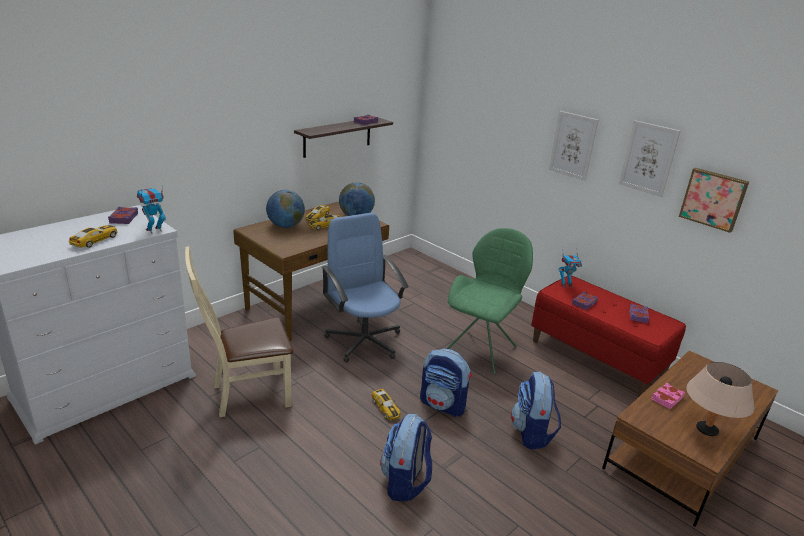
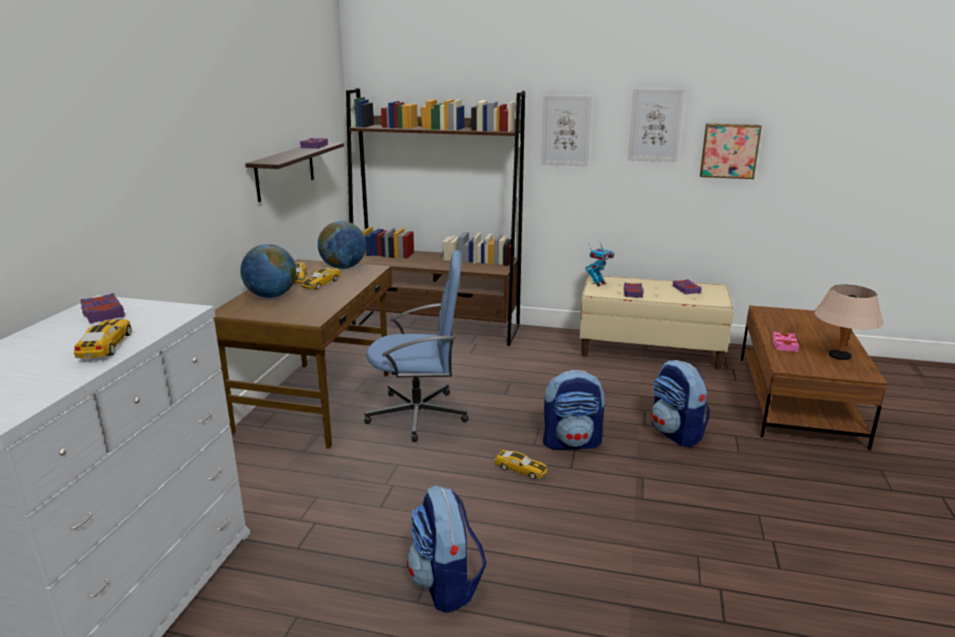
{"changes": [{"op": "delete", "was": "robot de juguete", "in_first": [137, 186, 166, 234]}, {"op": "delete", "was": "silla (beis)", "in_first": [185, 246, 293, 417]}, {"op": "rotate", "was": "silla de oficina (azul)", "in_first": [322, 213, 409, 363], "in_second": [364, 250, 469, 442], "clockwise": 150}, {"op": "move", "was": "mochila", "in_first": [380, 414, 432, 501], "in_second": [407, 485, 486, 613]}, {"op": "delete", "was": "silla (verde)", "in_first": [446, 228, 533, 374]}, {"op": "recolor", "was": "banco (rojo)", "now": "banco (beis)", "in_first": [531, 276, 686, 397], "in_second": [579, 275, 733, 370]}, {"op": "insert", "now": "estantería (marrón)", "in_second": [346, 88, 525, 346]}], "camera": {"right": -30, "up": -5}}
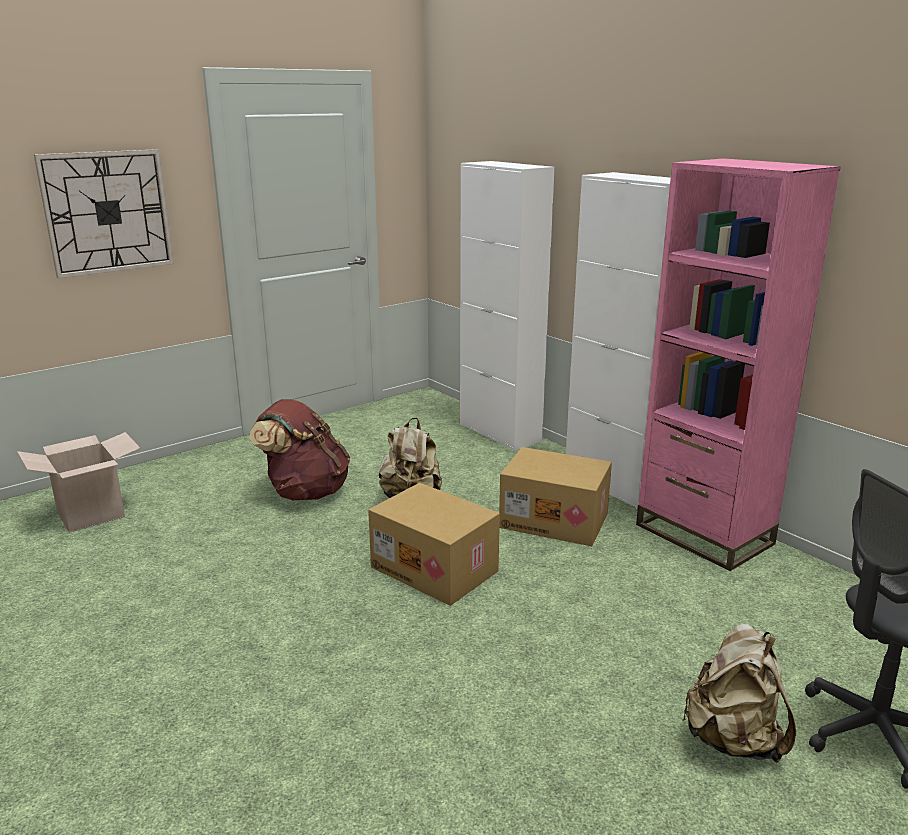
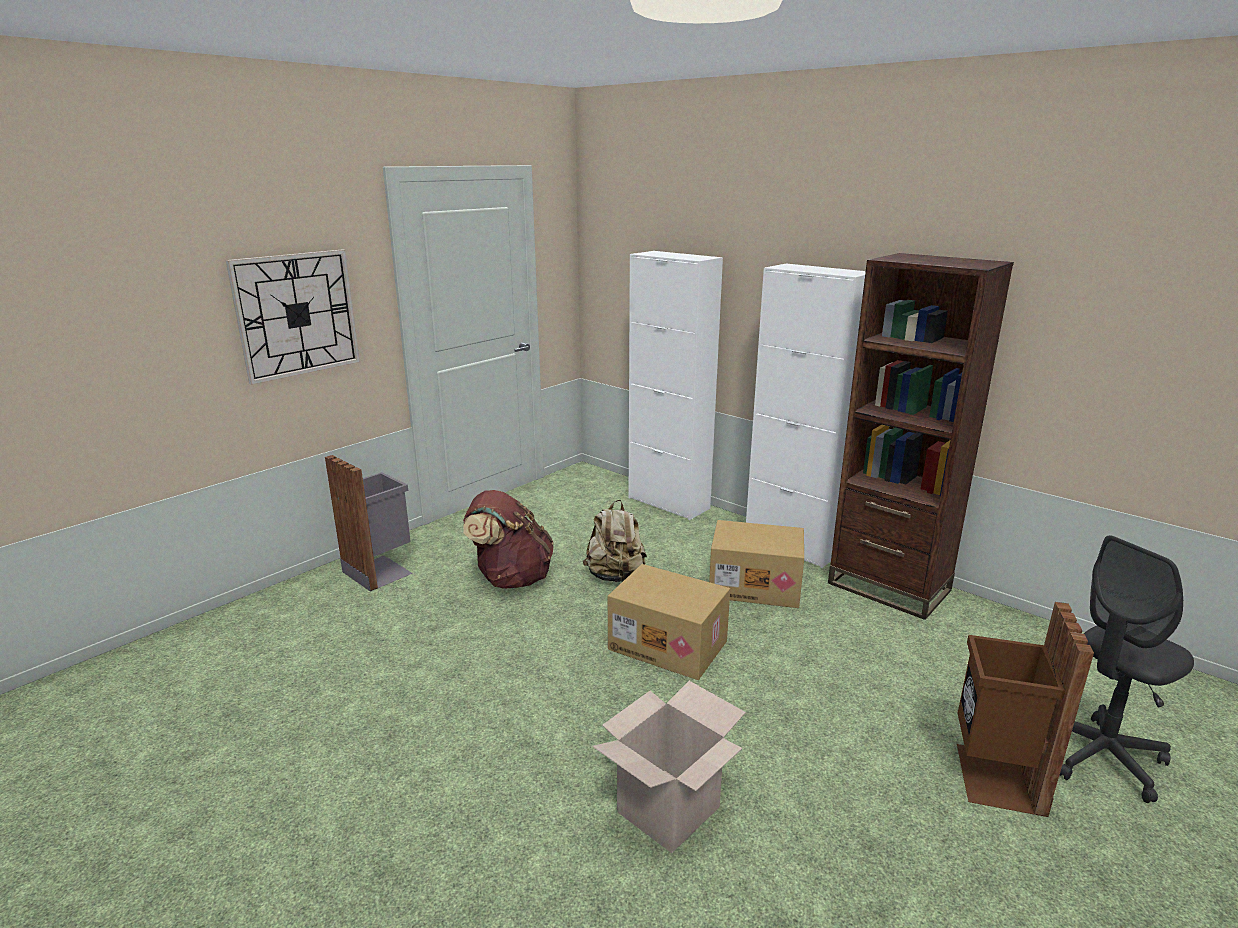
{"changes": [{"op": "move", "was": "caja de cartón", "in_first": [17, 432, 141, 533], "in_second": [592, 681, 746, 853]}, {"op": "recolor", "was": "estantería (rosa)", "now": "estantería (marrón)", "in_first": [636, 158, 841, 571], "in_second": [828, 253, 1014, 620]}, {"op": "replace", "was": "mochila (beis)", "now": "papelera (marrón)", "in_first": [682, 624, 796, 763], "in_second": [957, 602, 1094, 817]}, {"op": "insert", "now": "papelera (gris)", "in_second": [325, 455, 413, 592]}], "camera": {"right": -10, "up": 0}}
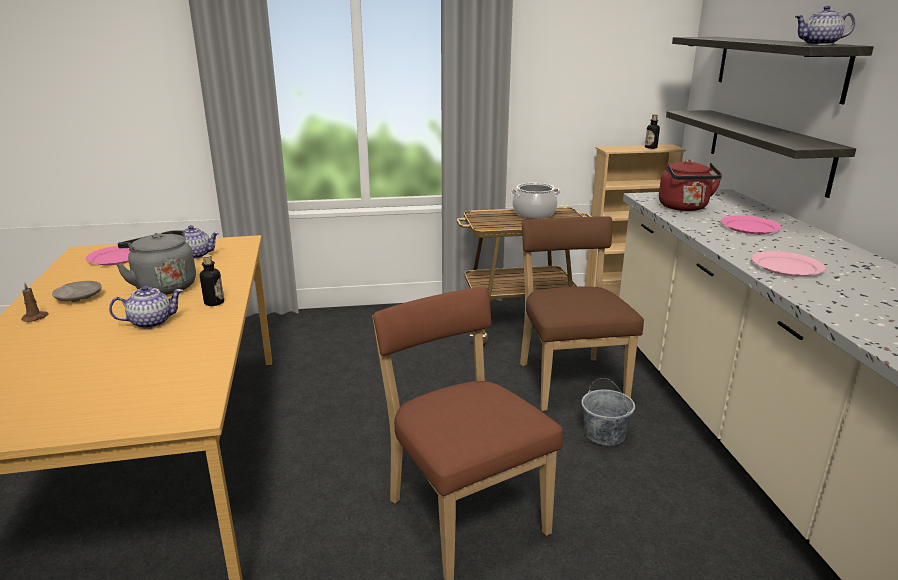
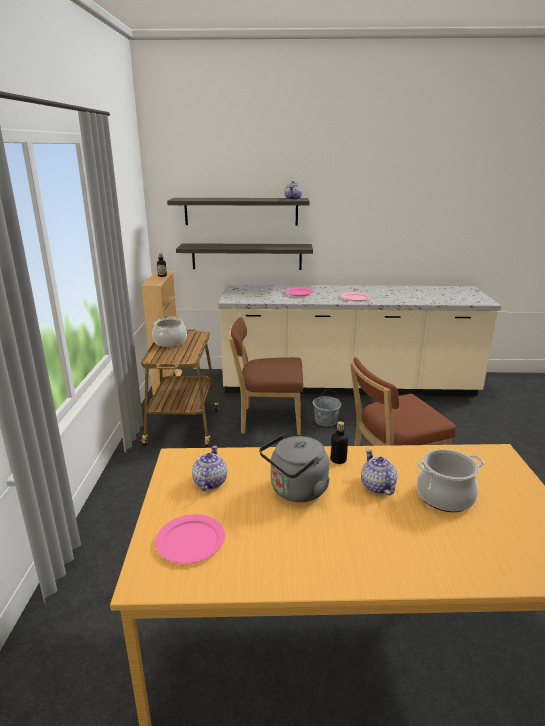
{"changes": [{"op": "delete", "was": "vela (marrón)", "in_first": [21, 282, 49, 322]}, {"op": "delete", "was": "plato (beis)", "in_first": [52, 281, 102, 302]}, {"op": "delete", "was": "hervidor (rojo)", "in_first": [659, 159, 722, 211]}, {"op": "insert", "now": "olla", "in_second": [416, 449, 485, 512]}], "camera": {"right": -80, "up": 0}}
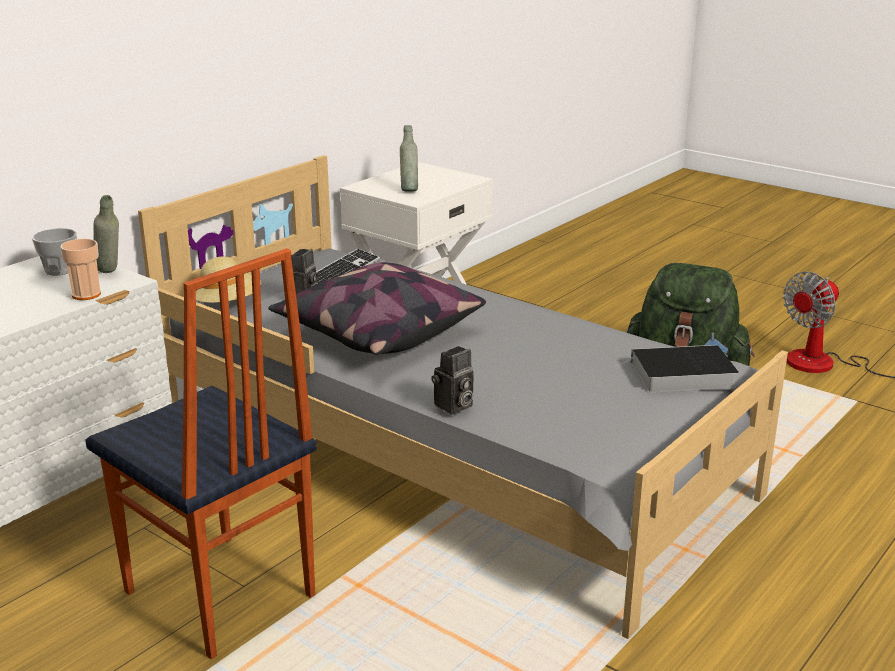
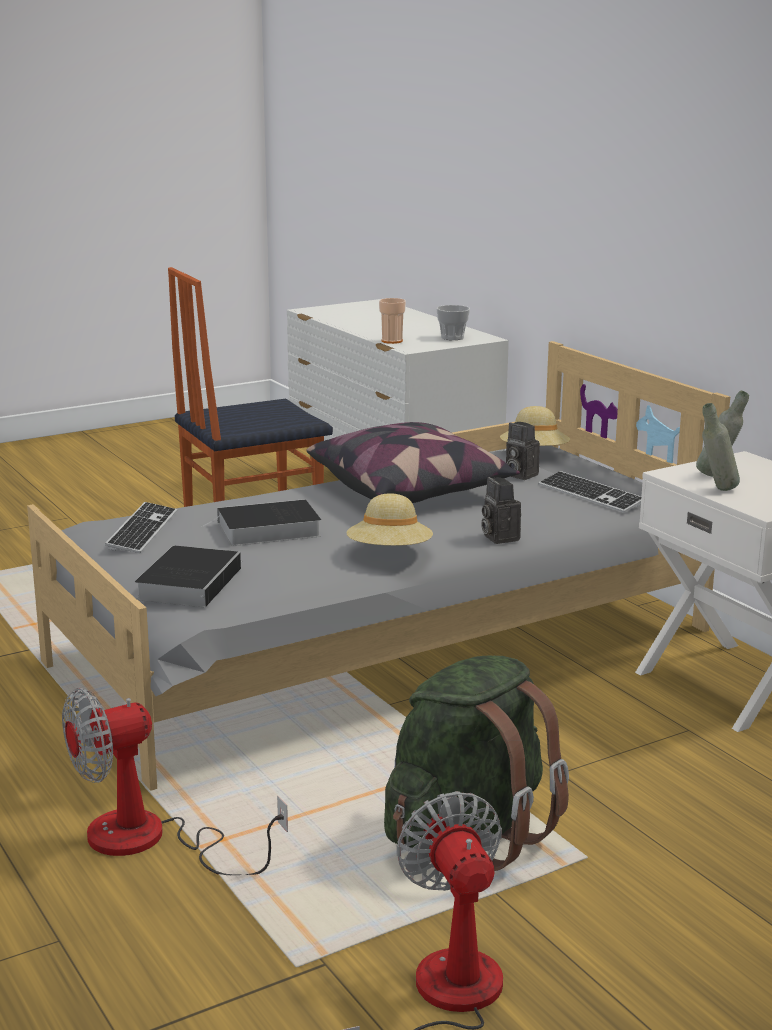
{"changes": [{"op": "move", "was": "botella (gris)", "in_first": [93, 195, 119, 273], "in_second": [702, 403, 740, 491]}, {"op": "move", "was": "cámara", "in_first": [431, 346, 474, 414], "in_second": [481, 477, 521, 544]}, {"op": "insert", "now": "ventilador", "in_second": [62, 688, 288, 875]}, {"op": "insert", "now": "teclado", "in_second": [105, 502, 177, 553]}, {"op": "insert", "now": "libro", "in_second": [202, 499, 321, 546]}, {"op": "insert", "now": "sombrero (beis)", "in_second": [347, 493, 433, 546]}], "camera": {"right": 110, "up": -5}}
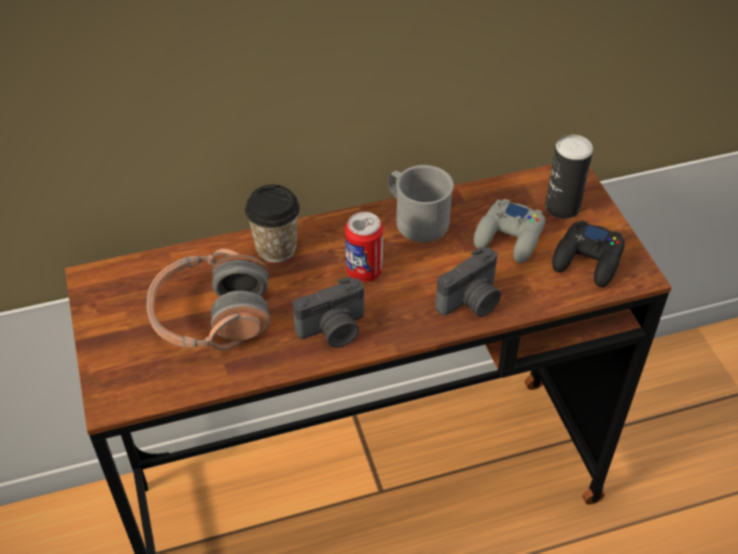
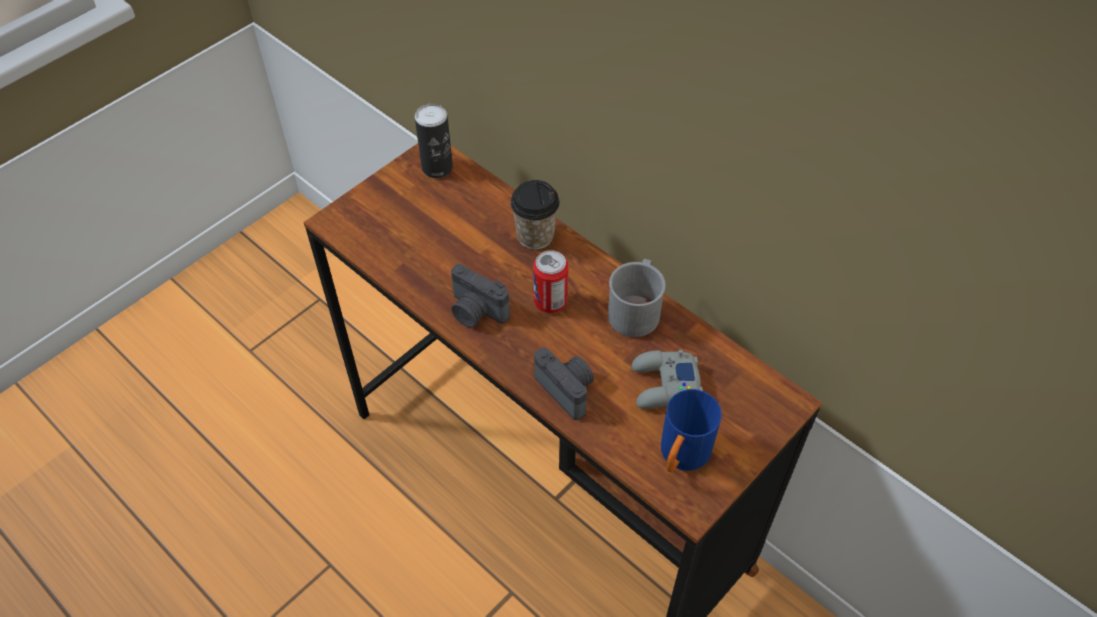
{"changes": [{"op": "delete", "was": "auriculares", "in_first": [146, 249, 270, 350]}, {"op": "rotate", "was": "cámara", "in_first": [435, 247, 501, 317], "in_second": [534, 347, 594, 420], "clockwise": -150}, {"op": "move", "was": "lata", "in_first": [545, 135, 593, 219], "in_second": [415, 104, 453, 178]}, {"op": "replace", "was": "mando de consola (negro)", "now": "taza grande (azul)", "in_first": [552, 220, 625, 287], "in_second": [661, 389, 722, 472]}], "camera": {"right": 60, "up": 5}}
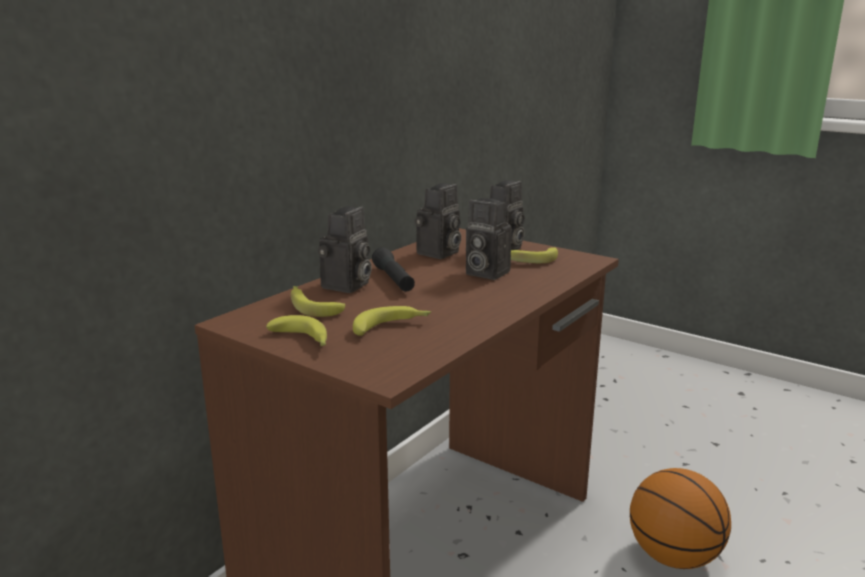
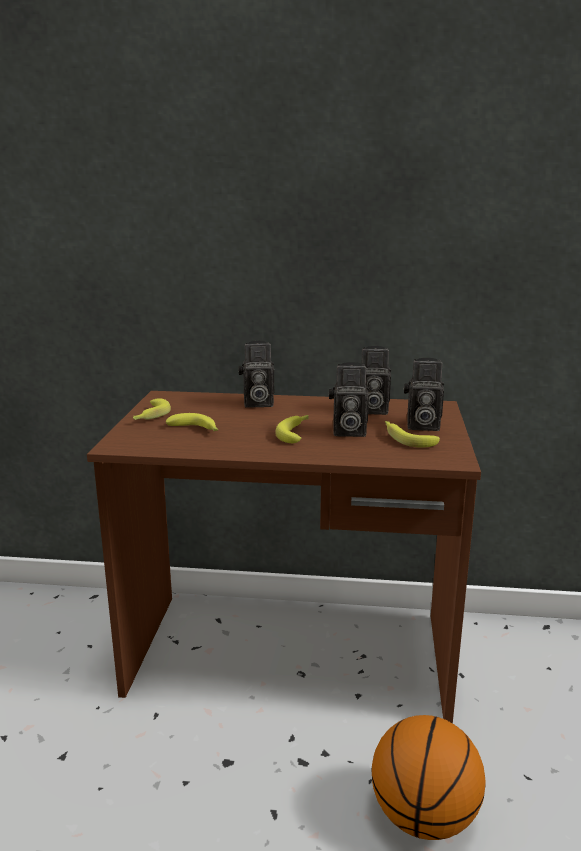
{"changes": [{"op": "move", "was": "plátano", "in_first": [291, 286, 345, 317], "in_second": [275, 415, 308, 443]}, {"op": "delete", "was": "linterna (negro)", "in_first": [372, 247, 415, 292]}, {"op": "rotate", "was": "cámara", "in_first": [466, 198, 512, 280], "in_second": [328, 362, 369, 437], "clockwise": -90}], "camera": {"right": 60, "up": 0}}
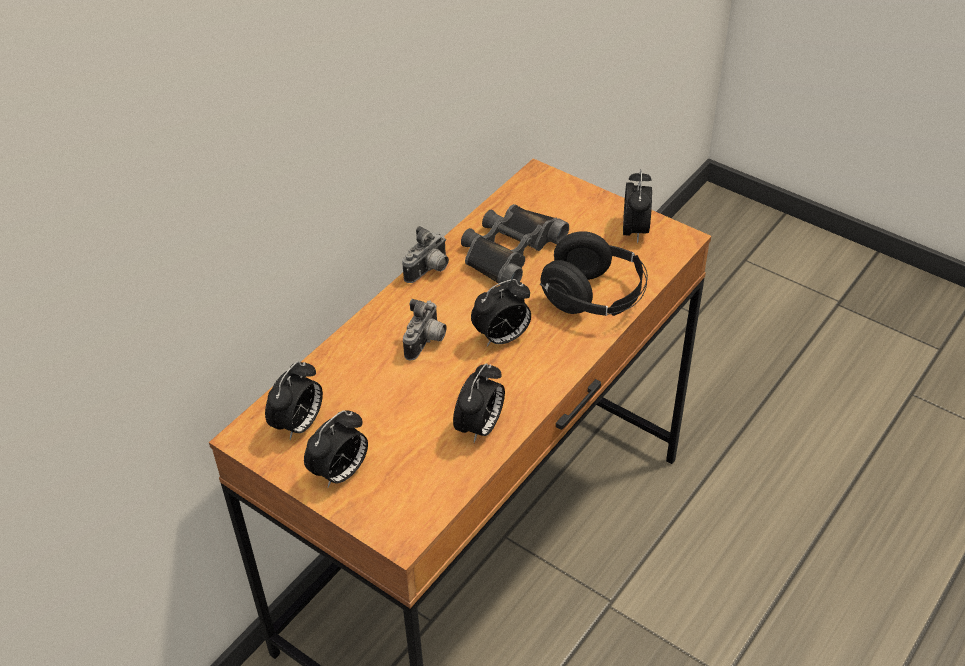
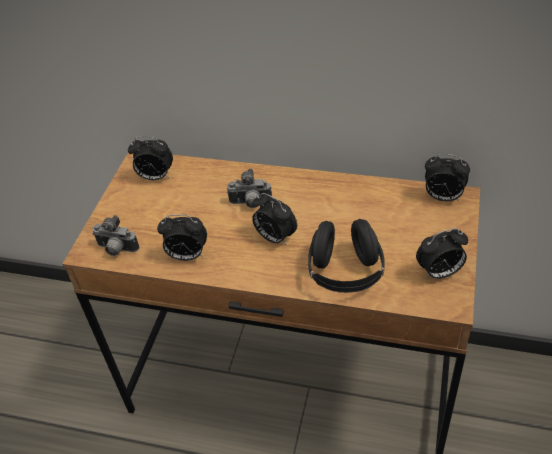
{"changes": [{"op": "move", "was": "despertador", "in_first": [304, 410, 368, 488], "in_second": [425, 154, 470, 201]}, {"op": "move", "was": "cámara", "in_first": [402, 226, 449, 283], "in_second": [92, 215, 139, 256]}, {"op": "delete", "was": "prismáticos (negro)", "in_first": [461, 204, 569, 286]}], "camera": {"right": 70, "up": 0}}
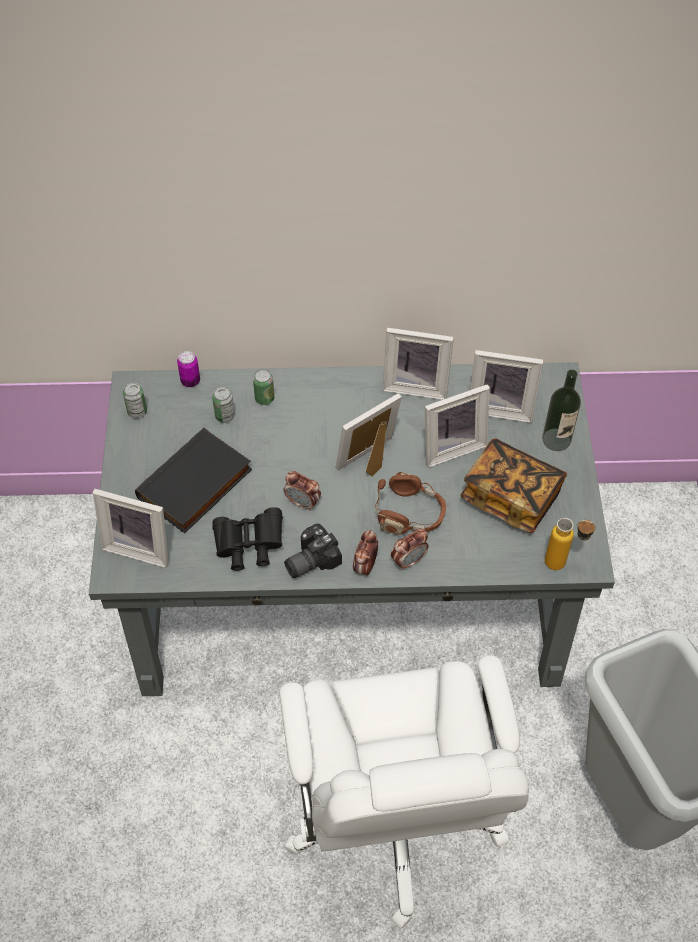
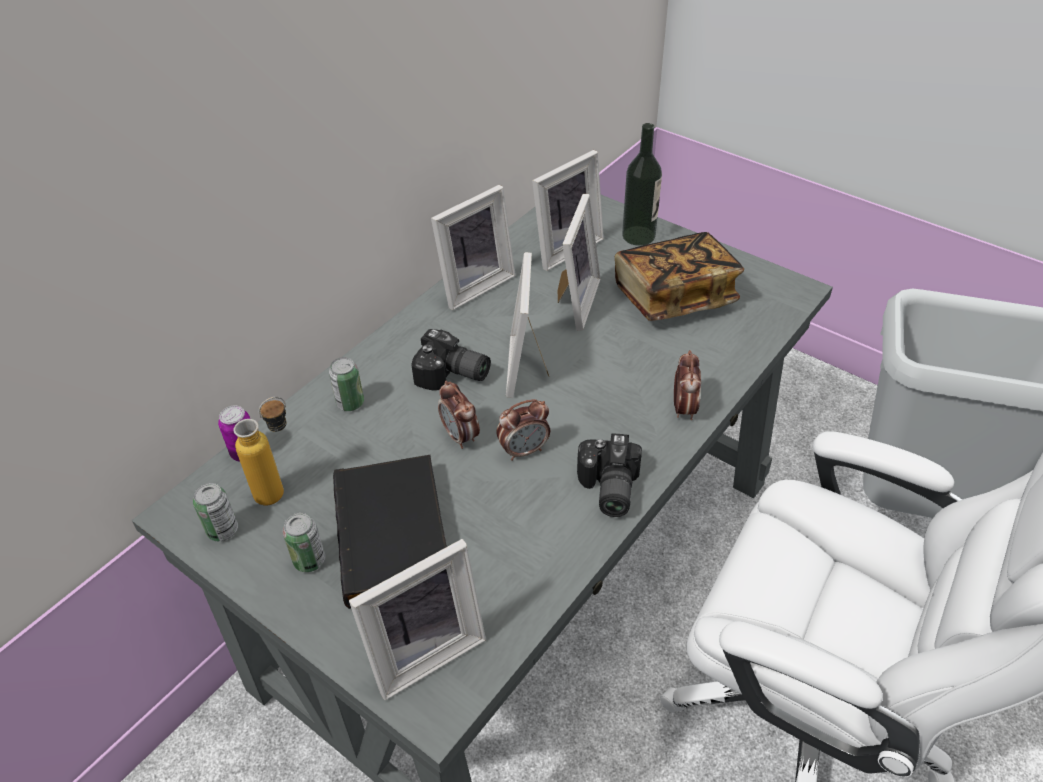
{"changes": [{"op": "move", "was": "lata", "in_first": [212, 387, 235, 423], "in_second": [283, 513, 325, 572]}, {"op": "delete", "was": "prismáticos (negro)", "in_first": [212, 507, 283, 571]}, {"op": "move", "was": "despertador", "in_first": [353, 530, 378, 576], "in_second": [438, 381, 480, 449]}, {"op": "delete", "was": "auriculares (marrón)", "in_first": [375, 472, 446, 535]}, {"op": "move", "was": "botella", "in_first": [545, 518, 596, 570], "in_second": [233, 397, 287, 505]}, {"op": "insert", "now": "cámara", "in_second": [411, 329, 491, 391]}], "camera": {"right": -50, "up": -10}}
